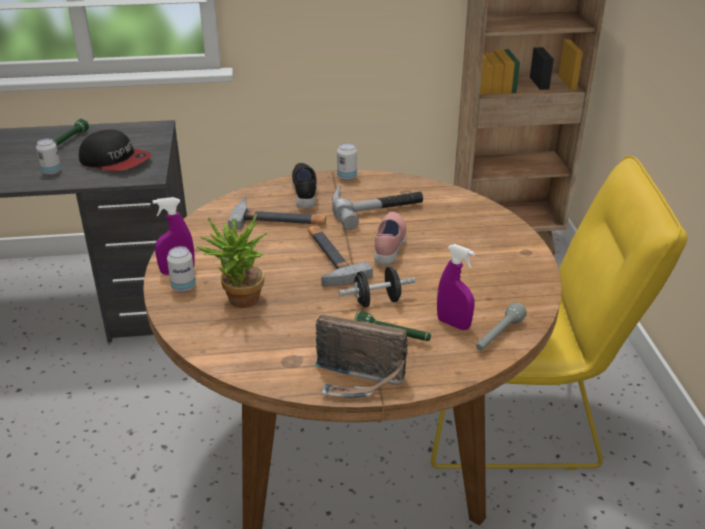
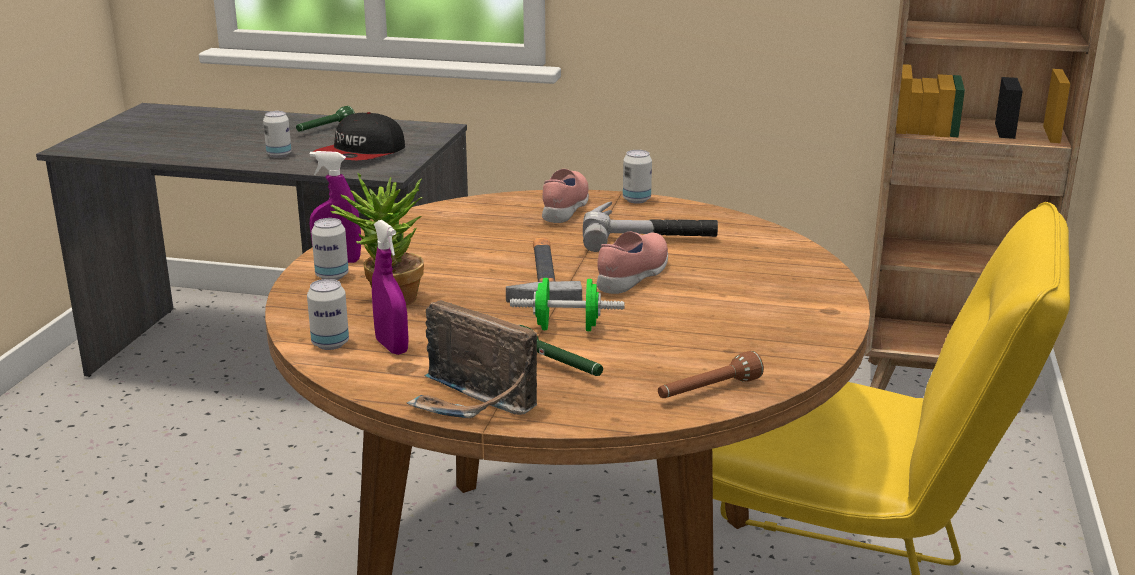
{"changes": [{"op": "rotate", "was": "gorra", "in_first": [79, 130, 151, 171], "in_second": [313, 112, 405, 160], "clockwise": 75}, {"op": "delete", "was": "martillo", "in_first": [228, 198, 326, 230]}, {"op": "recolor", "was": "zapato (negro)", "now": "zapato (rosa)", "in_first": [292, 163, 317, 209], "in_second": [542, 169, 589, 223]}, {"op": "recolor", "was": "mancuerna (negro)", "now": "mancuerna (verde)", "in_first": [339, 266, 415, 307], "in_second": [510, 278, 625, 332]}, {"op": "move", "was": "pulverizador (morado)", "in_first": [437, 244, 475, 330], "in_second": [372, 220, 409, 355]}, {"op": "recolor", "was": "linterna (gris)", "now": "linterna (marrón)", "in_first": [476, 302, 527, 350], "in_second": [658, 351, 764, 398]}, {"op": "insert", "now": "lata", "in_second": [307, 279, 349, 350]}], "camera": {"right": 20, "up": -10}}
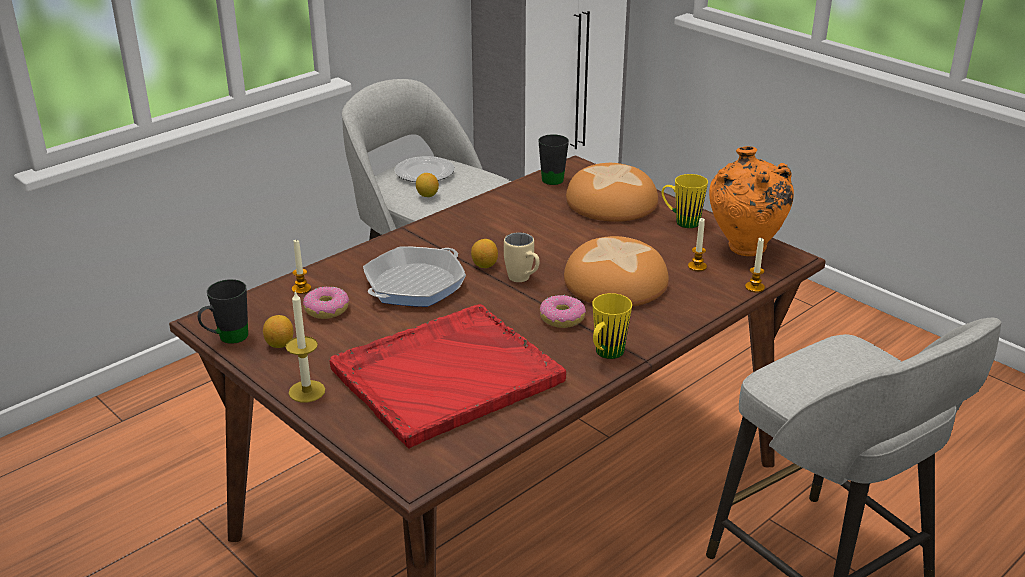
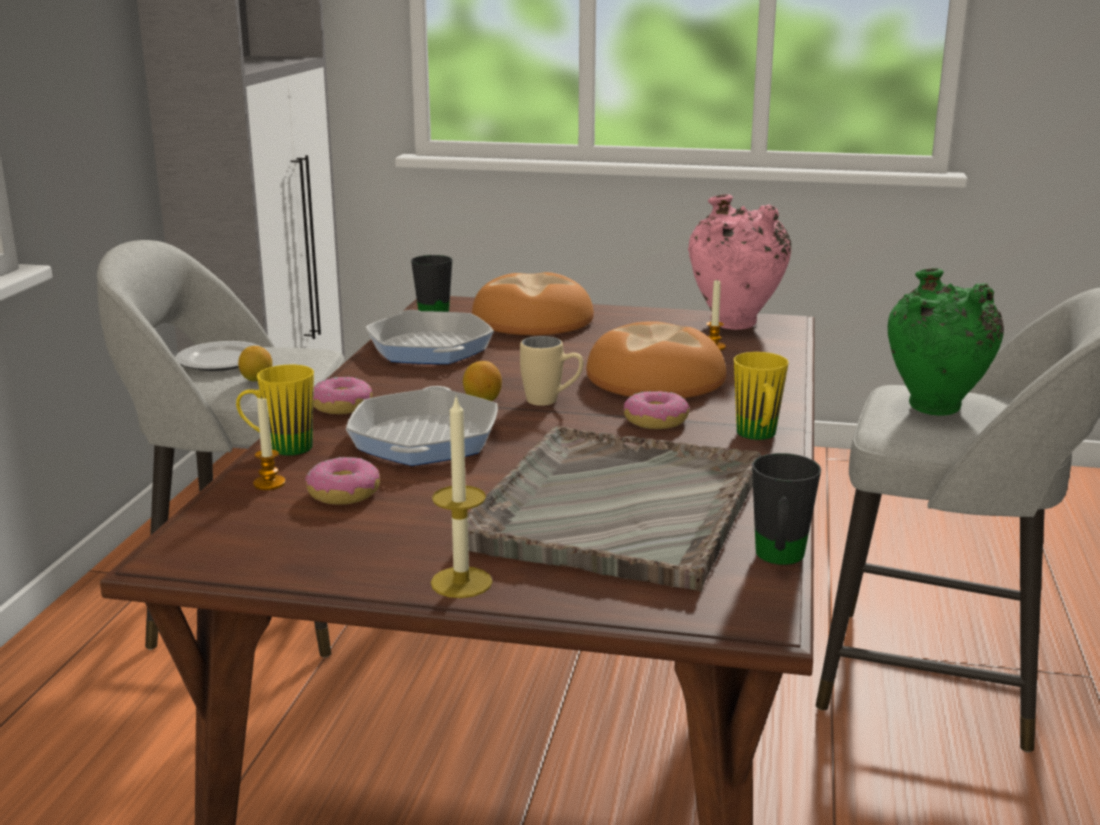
{"changes": [{"op": "move", "was": "taza grande (negro)", "in_first": [198, 279, 248, 344], "in_second": [752, 453, 821, 565]}, {"op": "delete", "was": "limón", "in_first": [263, 315, 293, 348]}, {"op": "recolor", "was": "bandeja (rojo)", "now": "bandeja (gris)", "in_first": [330, 304, 566, 448], "in_second": [468, 426, 761, 592]}, {"op": "move", "was": "taza grande (amarillo)", "in_first": [662, 174, 708, 228], "in_second": [236, 365, 314, 456]}, {"op": "recolor", "was": "florero (naranja)", "now": "florero (rosa)", "in_first": [709, 146, 794, 256], "in_second": [688, 194, 791, 330]}, {"op": "delete", "was": "vela", "in_first": [745, 237, 765, 293]}, {"op": "insert", "now": "rosquilla", "in_second": [313, 377, 372, 414]}, {"op": "insert", "now": "sartén", "in_second": [365, 310, 494, 364]}, {"op": "insert", "now": "florero (verde)", "in_second": [888, 268, 1004, 415]}], "camera": {"right": -35, "up": -10}}
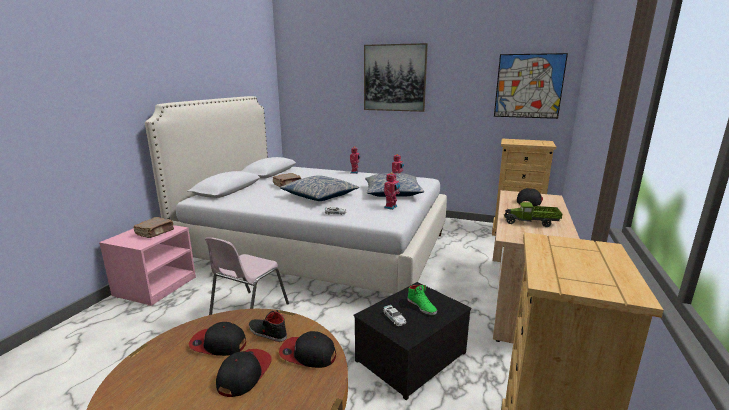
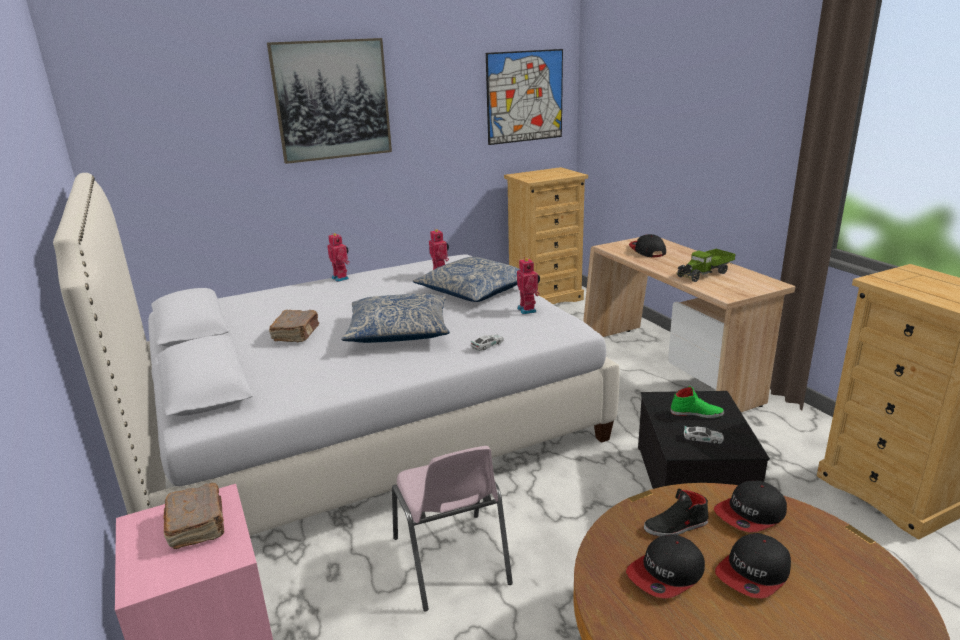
{"changes": [{"op": "rotate", "was": "gorra", "in_first": [216, 349, 272, 397], "in_second": [715, 533, 791, 599], "clockwise": -105}], "camera": {"right": -45, "up": 5}}
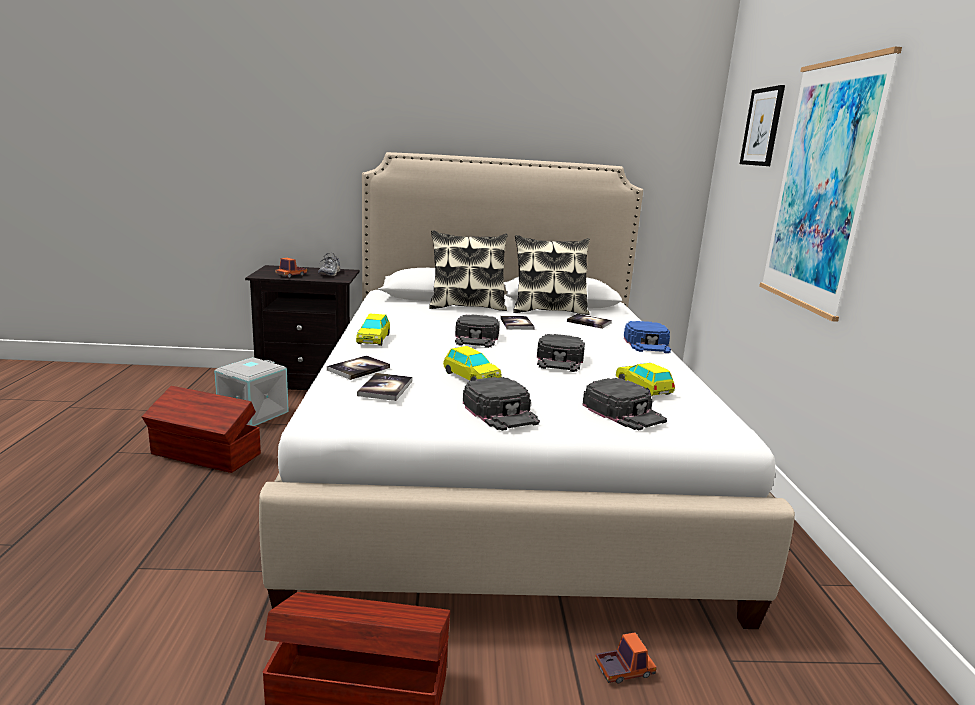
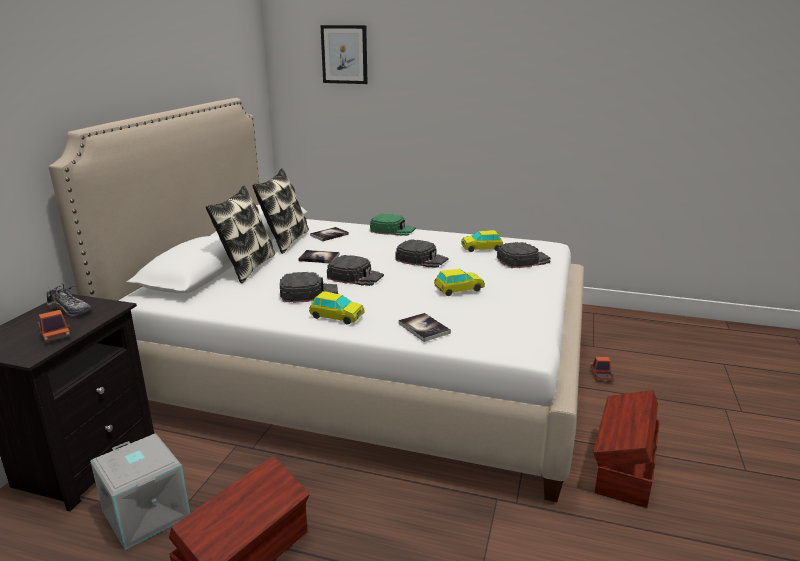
{"changes": [{"op": "delete", "was": "libro", "in_first": [357, 373, 412, 401]}, {"op": "move", "was": "gorra (negro)", "in_first": [463, 377, 540, 431], "in_second": [280, 272, 338, 303]}, {"op": "recolor", "was": "gorra (azul)", "now": "gorra (verde)", "in_first": [624, 321, 671, 353], "in_second": [370, 214, 416, 236]}, {"op": "delete", "was": "cuadro", "in_first": [759, 47, 902, 322]}], "camera": {"right": -70, "up": 5}}
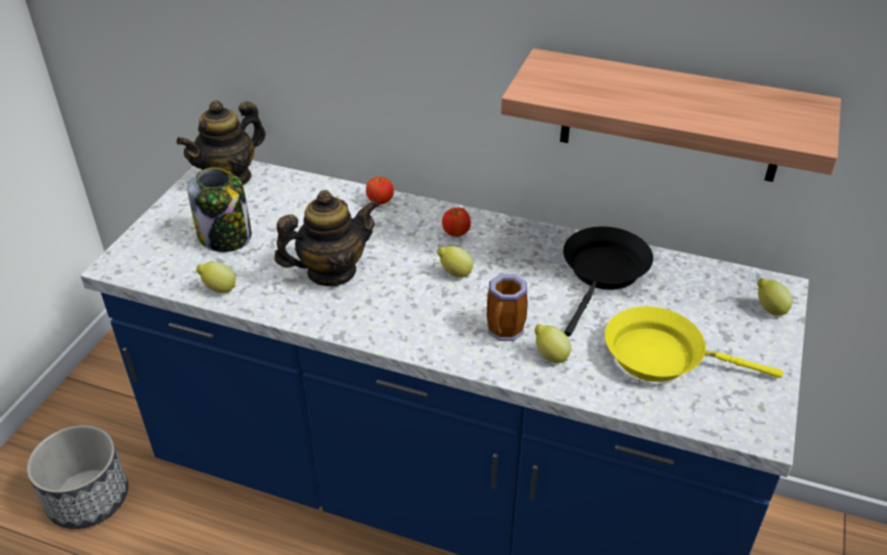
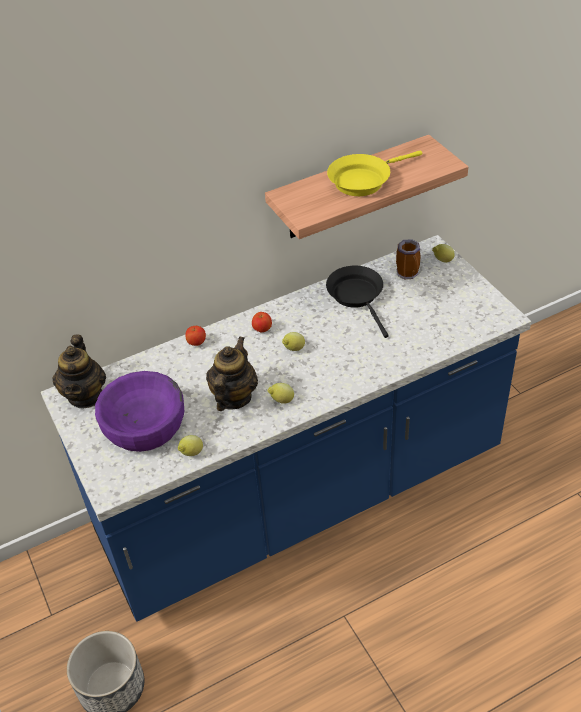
{"changes": [{"op": "replace", "was": "tarro", "now": "cuenco (morado)", "in_first": [187, 168, 252, 252], "in_second": [95, 371, 184, 452]}, {"op": "move", "was": "taza grande", "in_first": [487, 274, 528, 341], "in_second": [396, 239, 421, 279]}, {"op": "move", "was": "limón", "in_first": [535, 324, 571, 363], "in_second": [268, 383, 294, 404]}, {"op": "move", "was": "sartén (amarillo)", "in_first": [605, 306, 783, 382], "in_second": [327, 150, 422, 196]}], "camera": {"right": -45, "up": 5}}
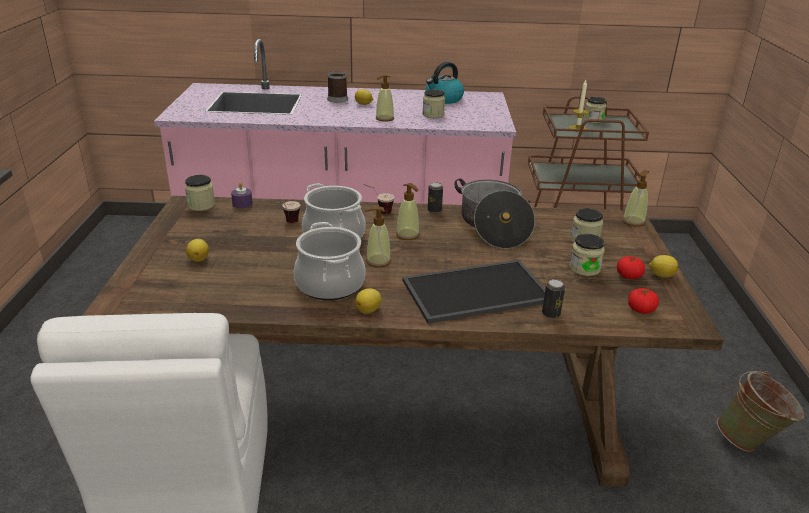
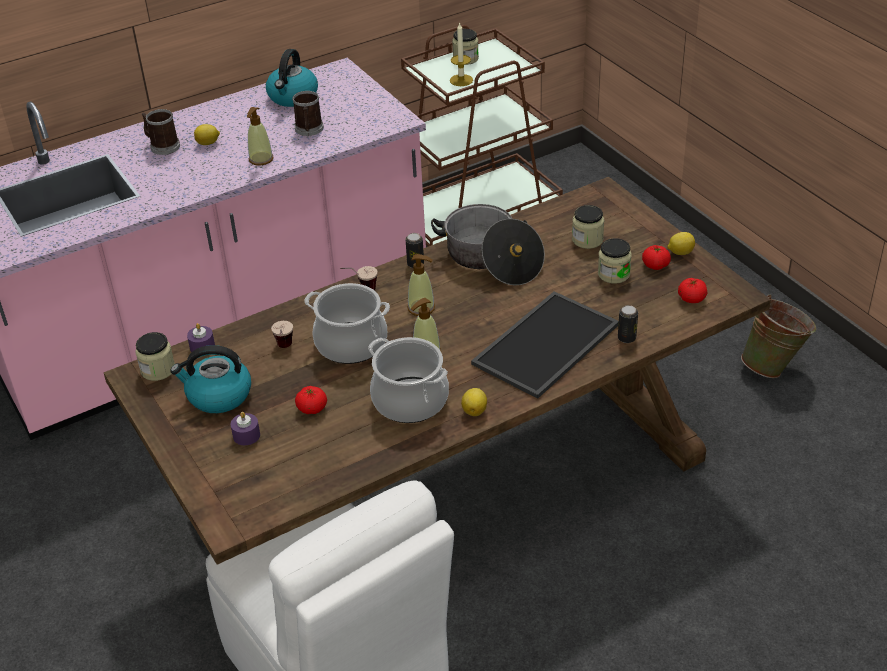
{"changes": [{"op": "replace", "was": "limón", "now": "vela (morado)", "in_first": [186, 239, 209, 262], "in_second": [230, 412, 260, 445]}, {"op": "replace", "was": "tarro", "now": "taza grande", "in_first": [423, 89, 445, 118], "in_second": [292, 91, 324, 136]}, {"op": "delete", "was": "dispensador de jabón", "in_first": [622, 170, 649, 227]}, {"op": "insert", "now": "hervidor", "in_second": [170, 345, 251, 413]}, {"op": "insert", "now": "tomate", "in_second": [295, 386, 327, 414]}], "camera": {"right": -30, "up": 10}}
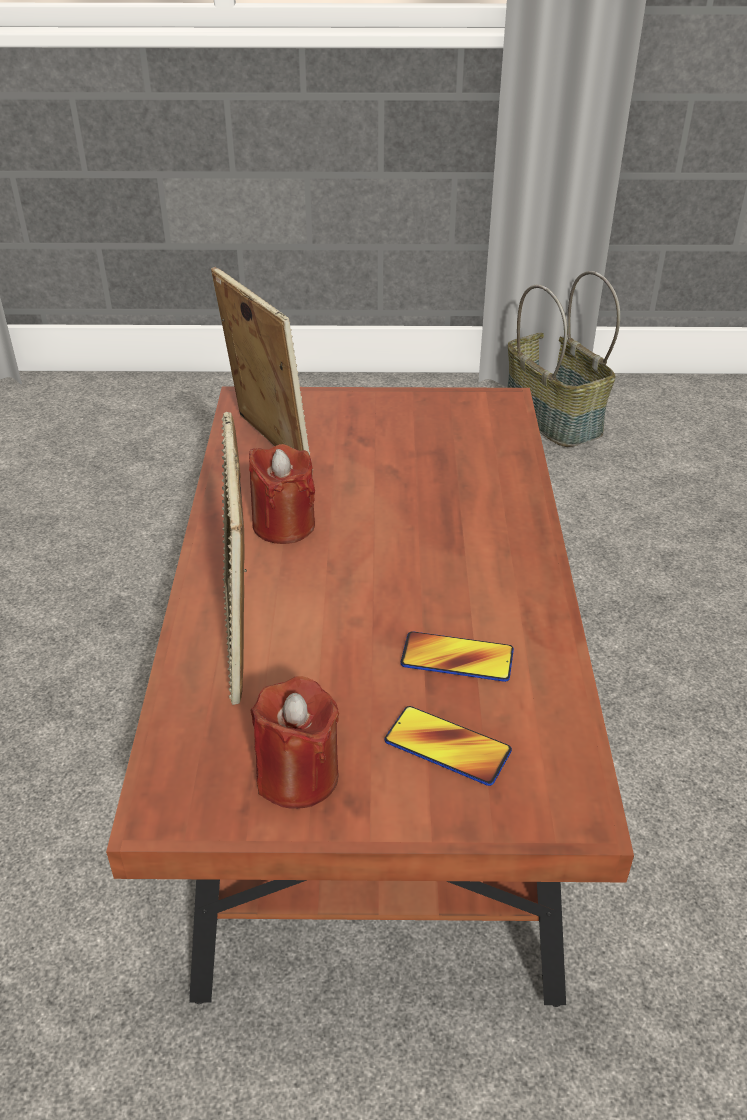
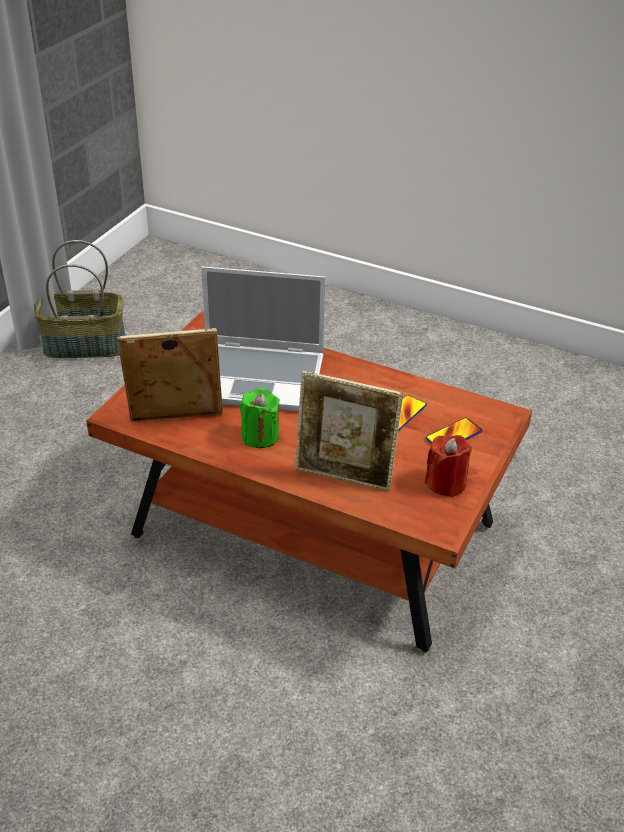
{"changes": [{"op": "recolor", "was": "vela (rojo)", "now": "vela (verde)", "in_first": [249, 444, 315, 544], "in_second": [240, 388, 280, 448]}, {"op": "insert", "now": "portátil", "in_second": [201, 266, 326, 411]}], "camera": {"right": -65, "up": 0}}
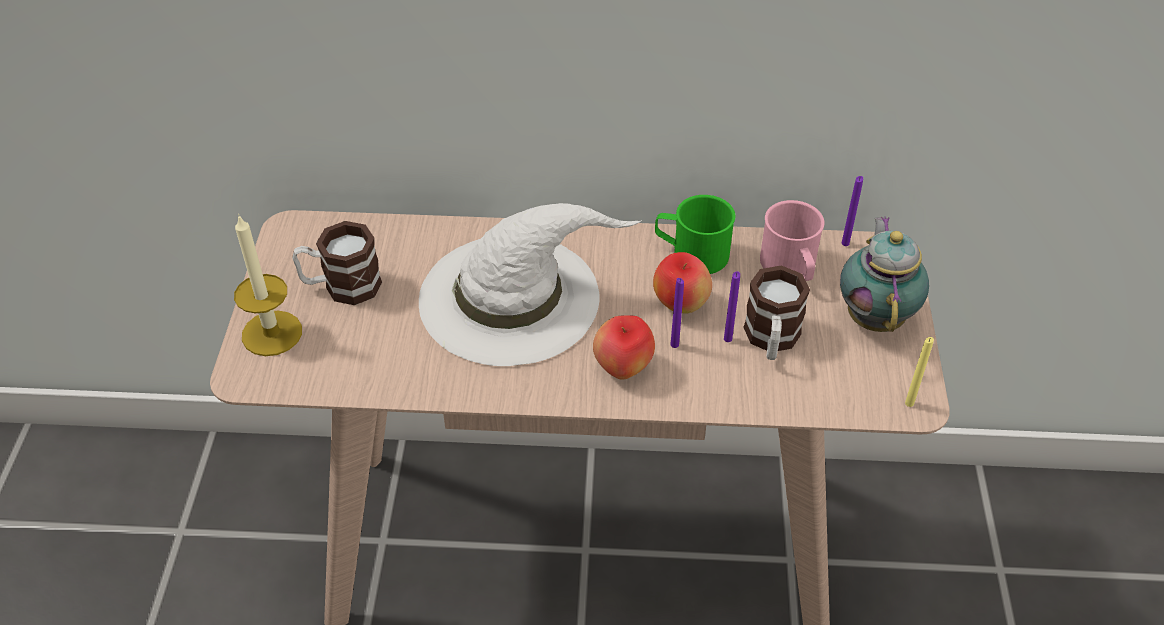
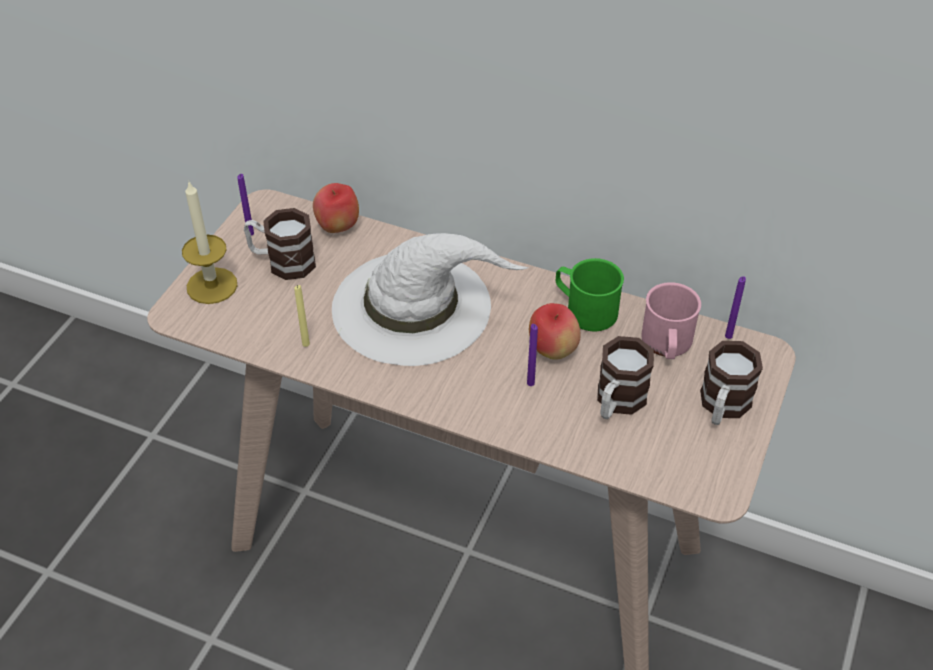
{"changes": [{"op": "move", "was": "manzana", "in_first": [593, 315, 655, 380], "in_second": [313, 183, 359, 233]}, {"op": "move", "was": "vela (morado)", "in_first": [724, 271, 740, 342], "in_second": [237, 174, 254, 236]}, {"op": "replace", "was": "tetera", "now": "taza grande", "in_first": [840, 216, 929, 332], "in_second": [700, 341, 763, 425]}, {"op": "move", "was": "vela (amarillo)", "in_first": [905, 337, 934, 407], "in_second": [294, 285, 310, 347]}], "camera": {"right": 20, "up": 0}}
